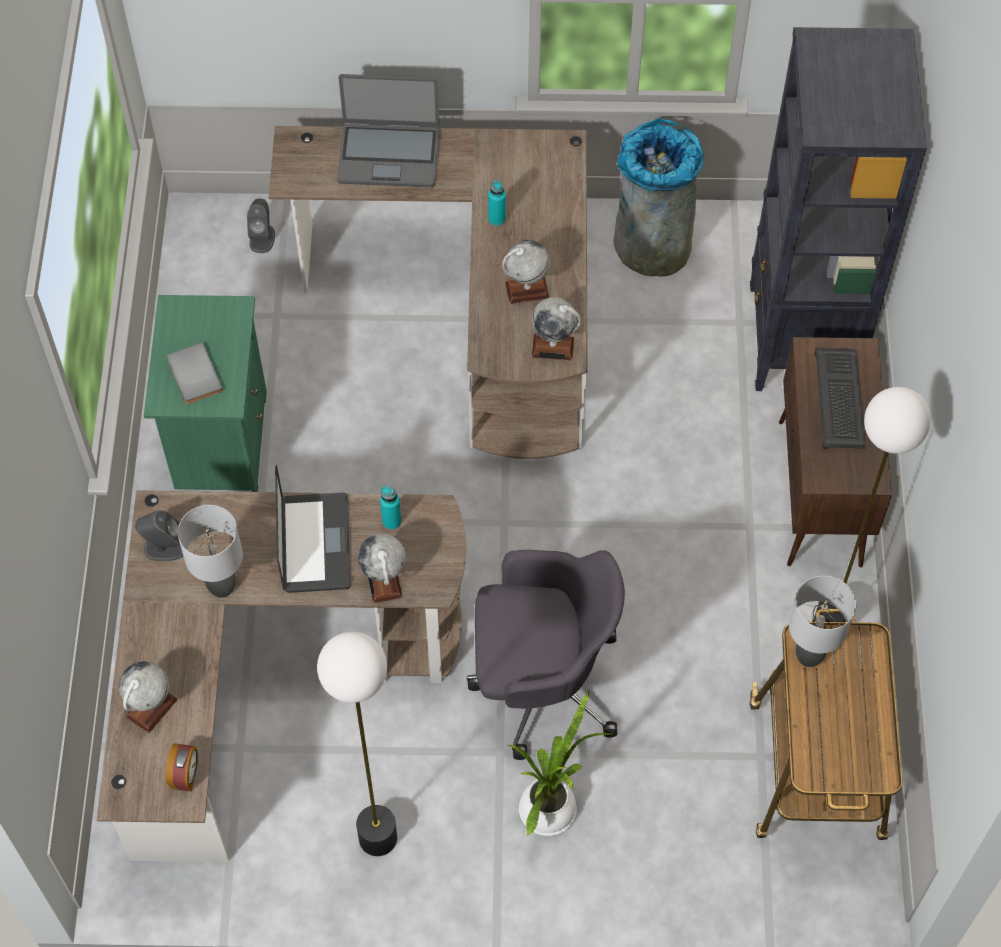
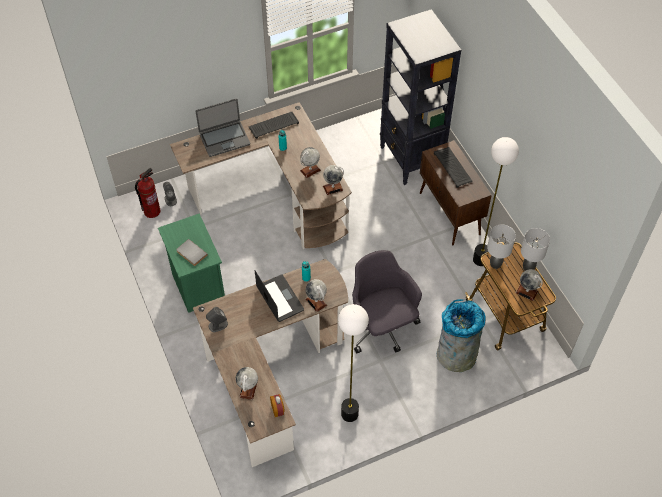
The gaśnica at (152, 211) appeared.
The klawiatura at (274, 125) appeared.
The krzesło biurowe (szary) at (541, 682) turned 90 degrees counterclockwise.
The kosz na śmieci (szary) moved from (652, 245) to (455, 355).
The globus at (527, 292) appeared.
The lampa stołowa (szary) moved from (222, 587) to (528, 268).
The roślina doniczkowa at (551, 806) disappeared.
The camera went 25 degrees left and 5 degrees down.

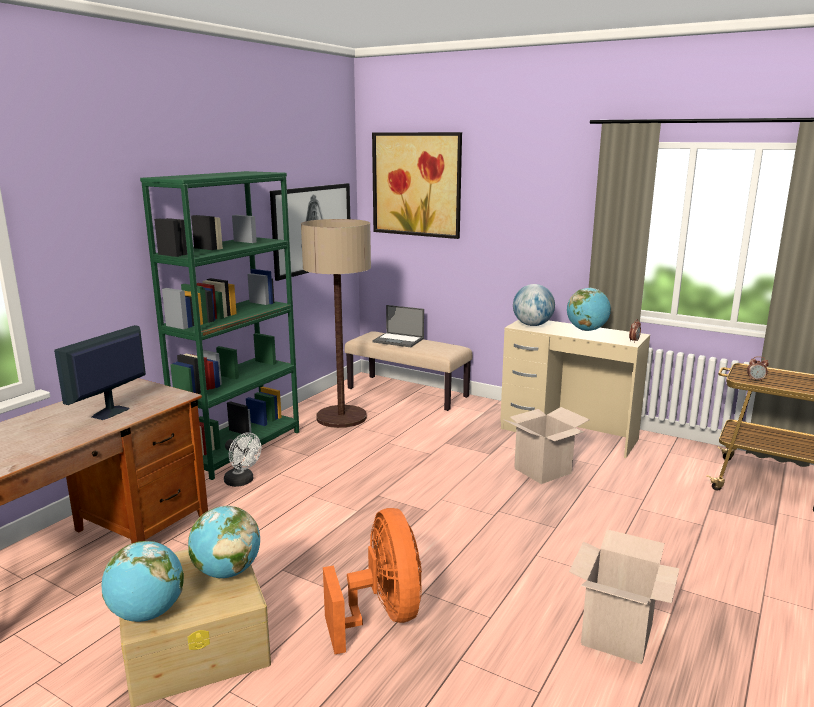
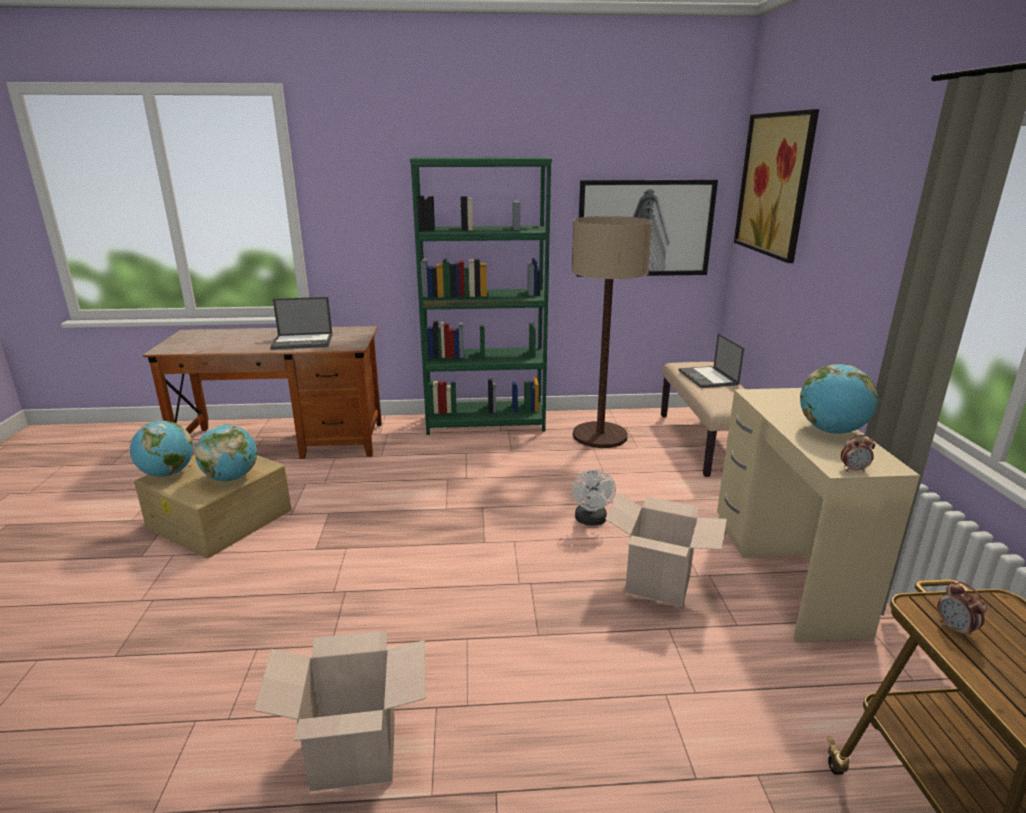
The monitor at (110, 413) was replaced by the laptop at (303, 341).
The wentylator (biały) moved from (242, 482) to (591, 521).
The wentylator (pomarańczowy) at (382, 615) disappeared.
The globus at (532, 325) disappeared.
The camera went 55 degrees right and 5 degrees up.

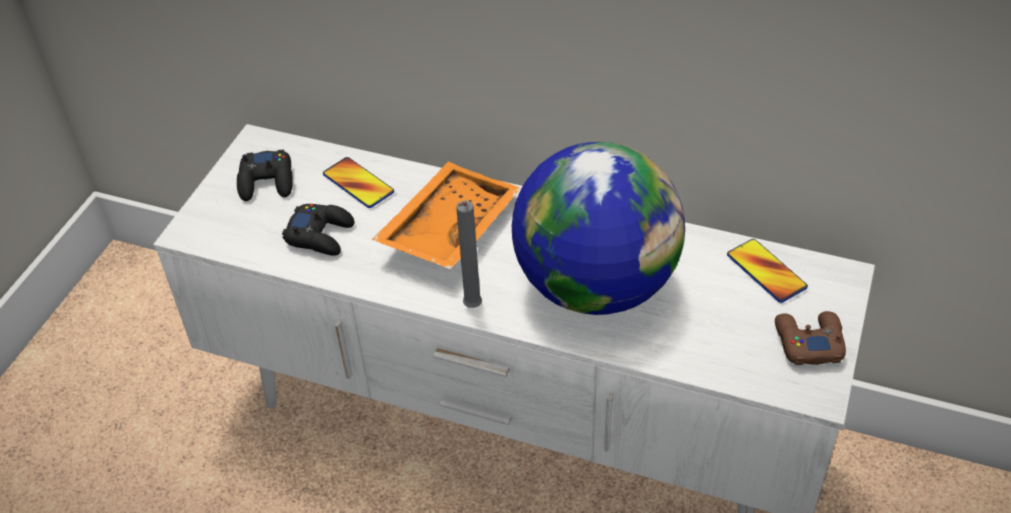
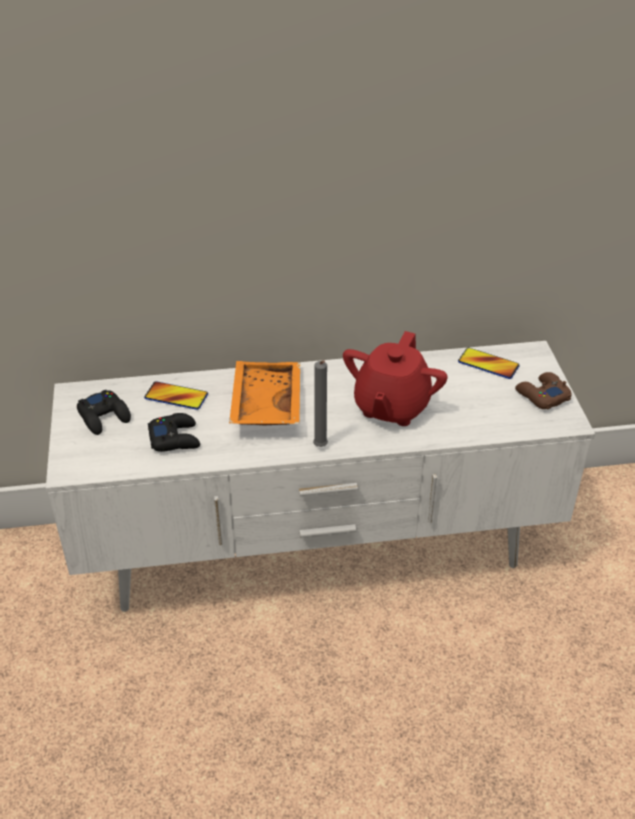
The globus at (596, 285) was replaced by the imbryk (czerwony) at (391, 407).
The camera went 30 degrees left and 5 degrees down.

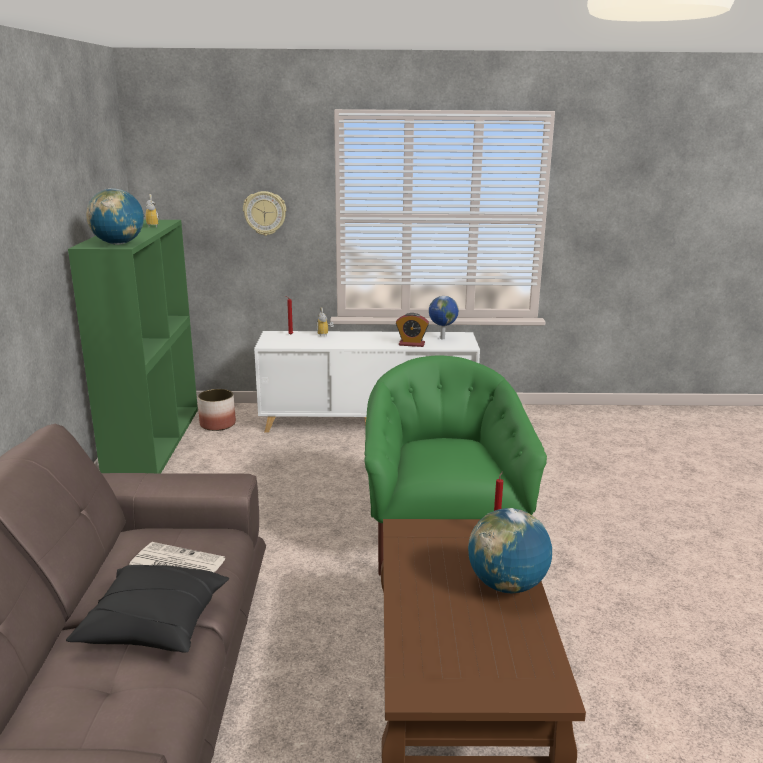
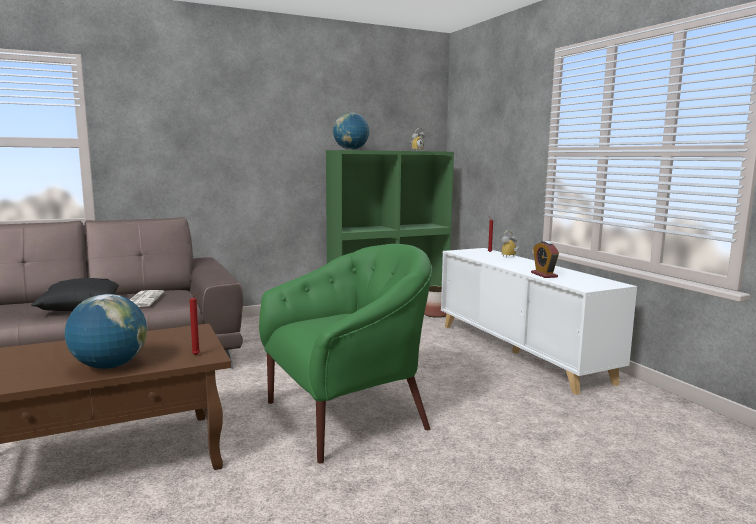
The zegar ścienny at (265, 213) disappeared.
The globus at (441, 338) disappeared.
The camera went 65 degrees right and 10 degrees down.

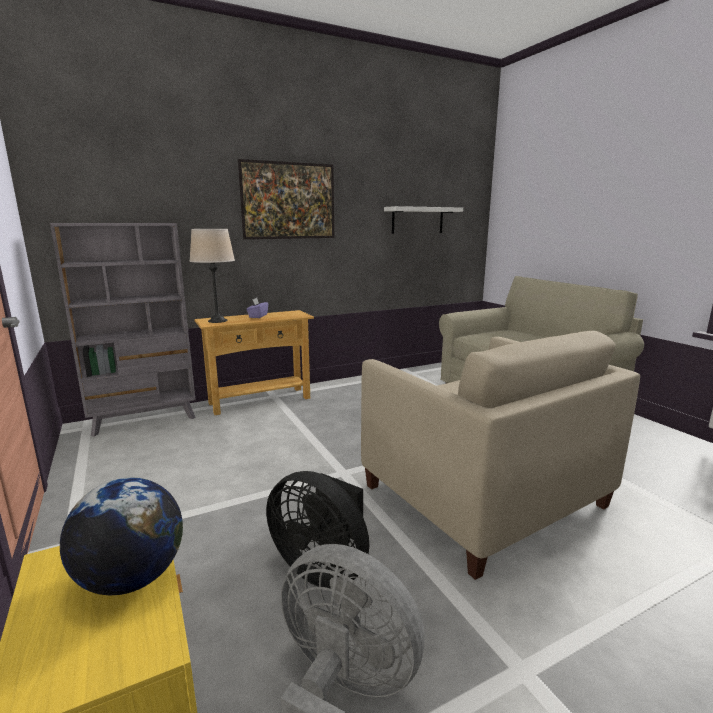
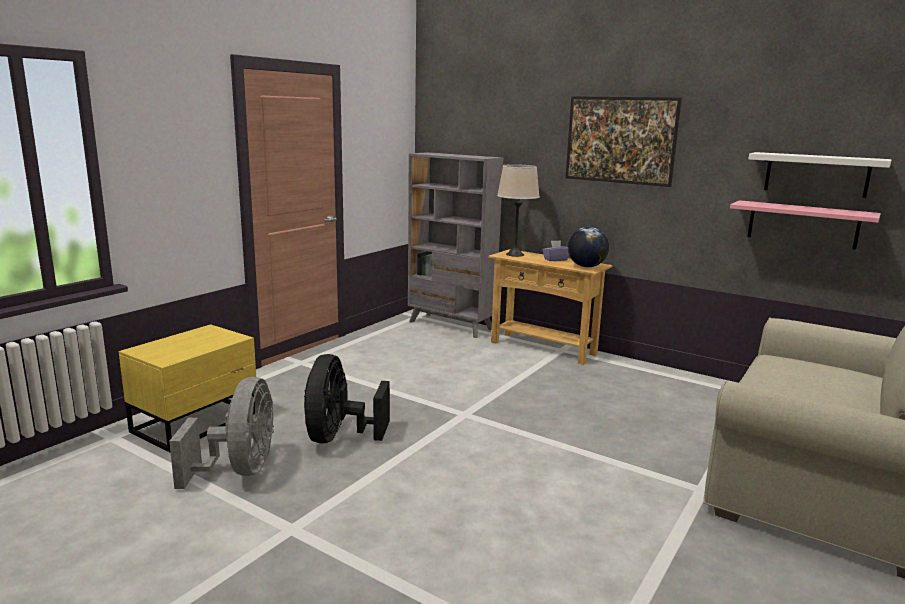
The globus moved from (131, 578) to (586, 266).
The półka (różowy) at (802, 224) appeared.
The fotel (beżowy) at (482, 495) disappeared.
The camera went 60 degrees right and 0 degrees up.

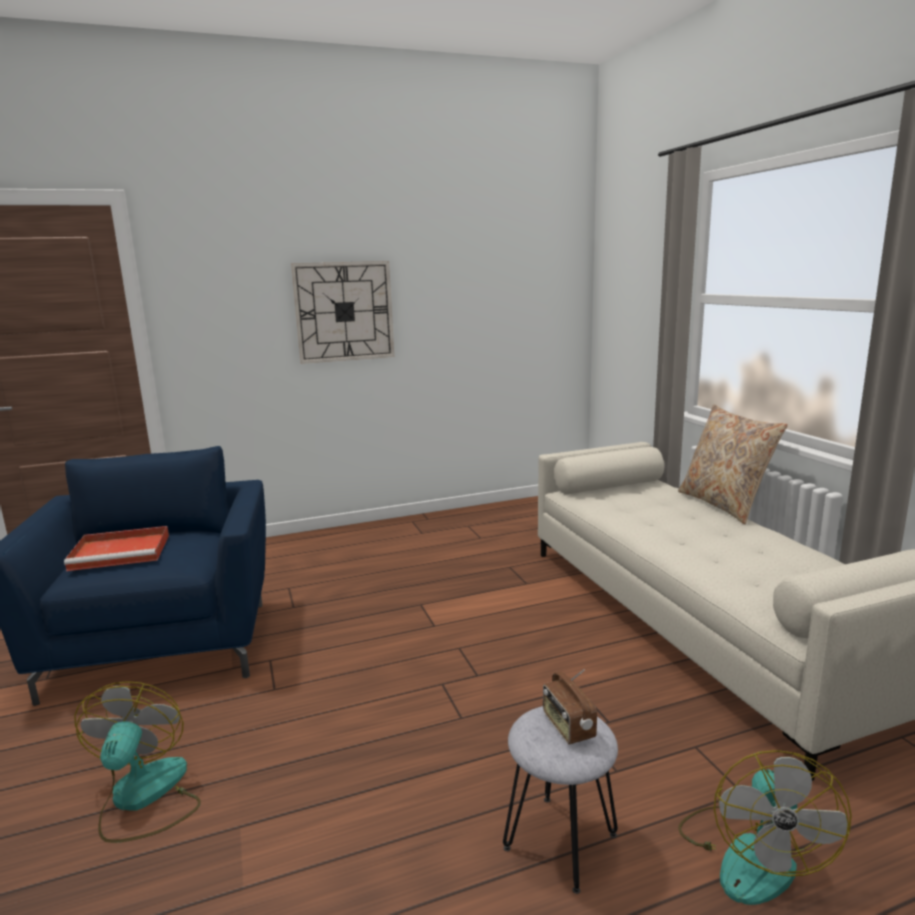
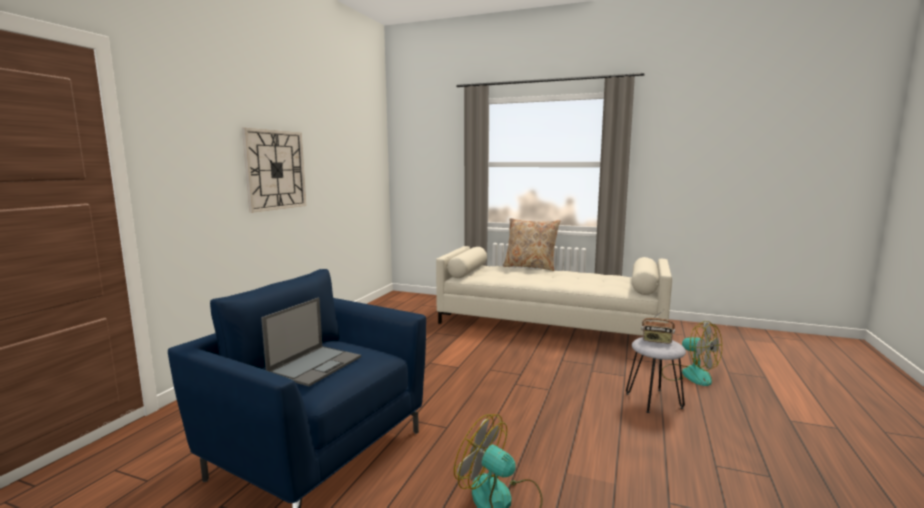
The taca (czerwony) at (122, 551) was replaced by the laptop at (315, 365).
The camera went 50 degrees left and 5 degrees down.

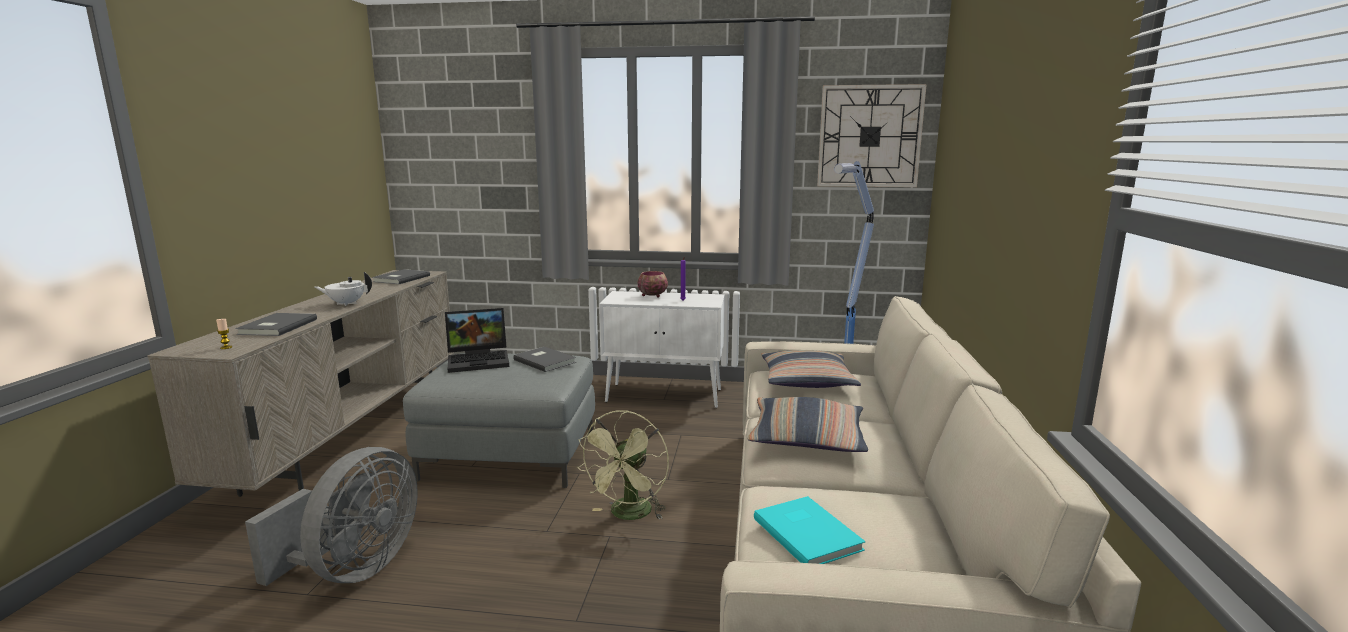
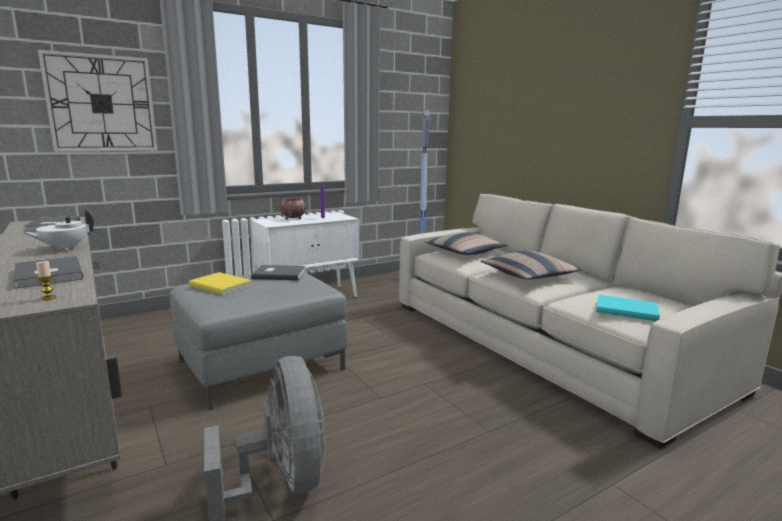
The zegar ścienny moved from (869, 136) to (101, 103).
The laptop at (480, 360) was replaced by the książka (żółty) at (221, 285).
The wentylator (zielony) at (628, 515) disappeared.
The camera went 40 degrees left and 0 degrees up.

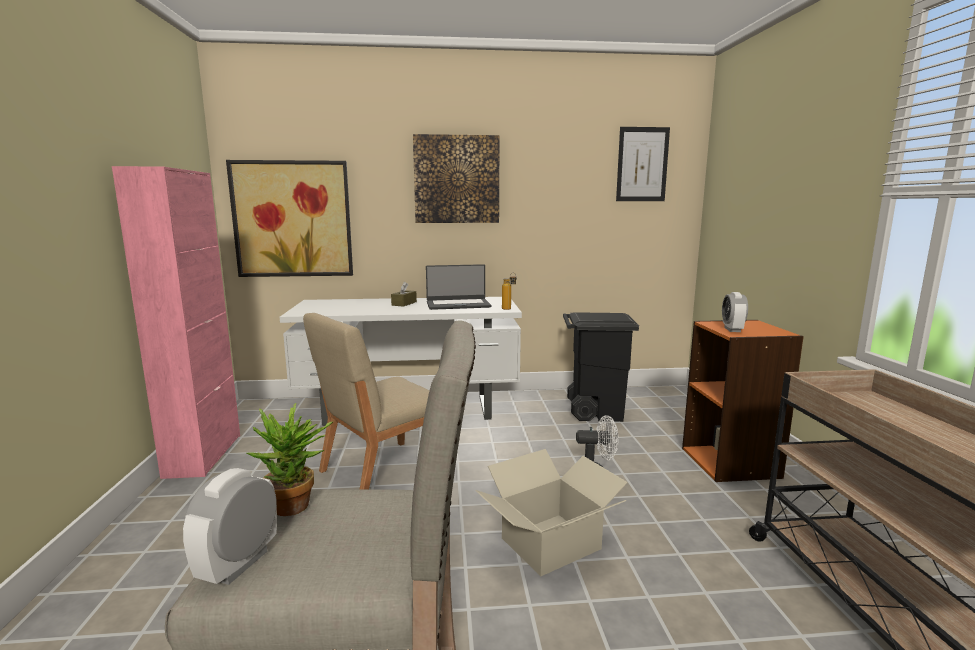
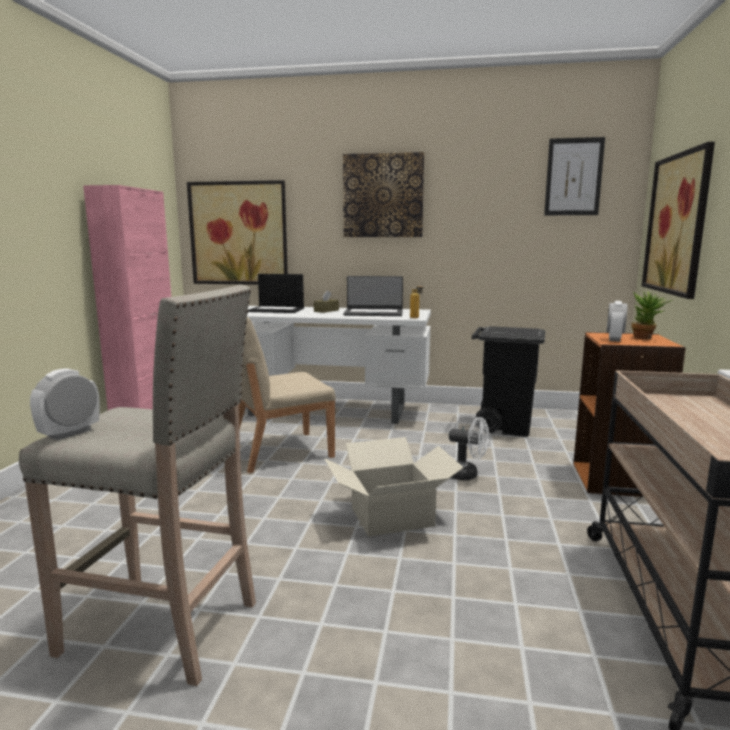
The laptop at (277, 310) appeared.
The roślina doniczkowa moved from (296, 508) to (646, 338).
The obraz at (677, 224) appeared.
The camera went 15 degrees right and 0 degrees up.

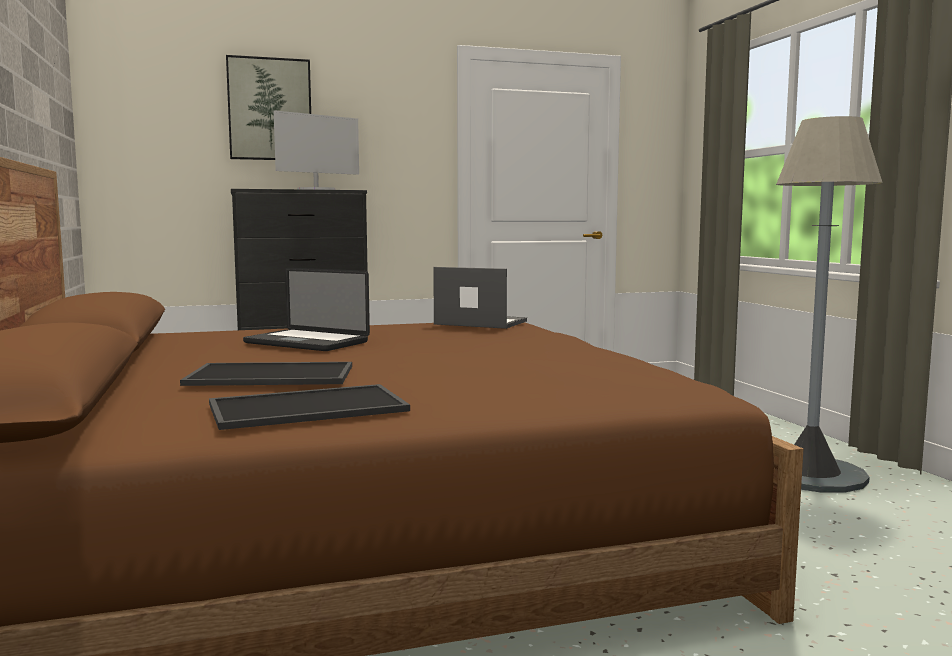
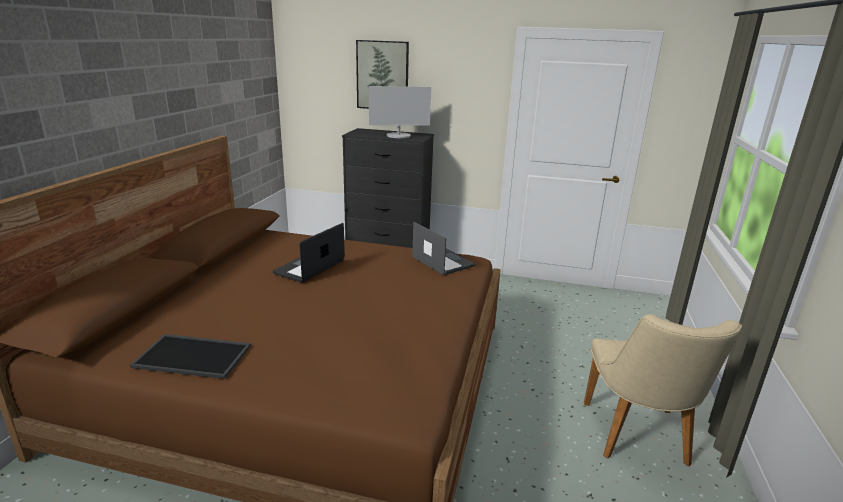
The laptop at (306, 342) turned 60 degrees clockwise.
The lampa stojąca (szary) at (810, 474) was replaced by the krzesło (beżowy) at (638, 439).
The taca at (269, 376) disappeared.
The camera went 30 degrees right and 15 degrees up.

